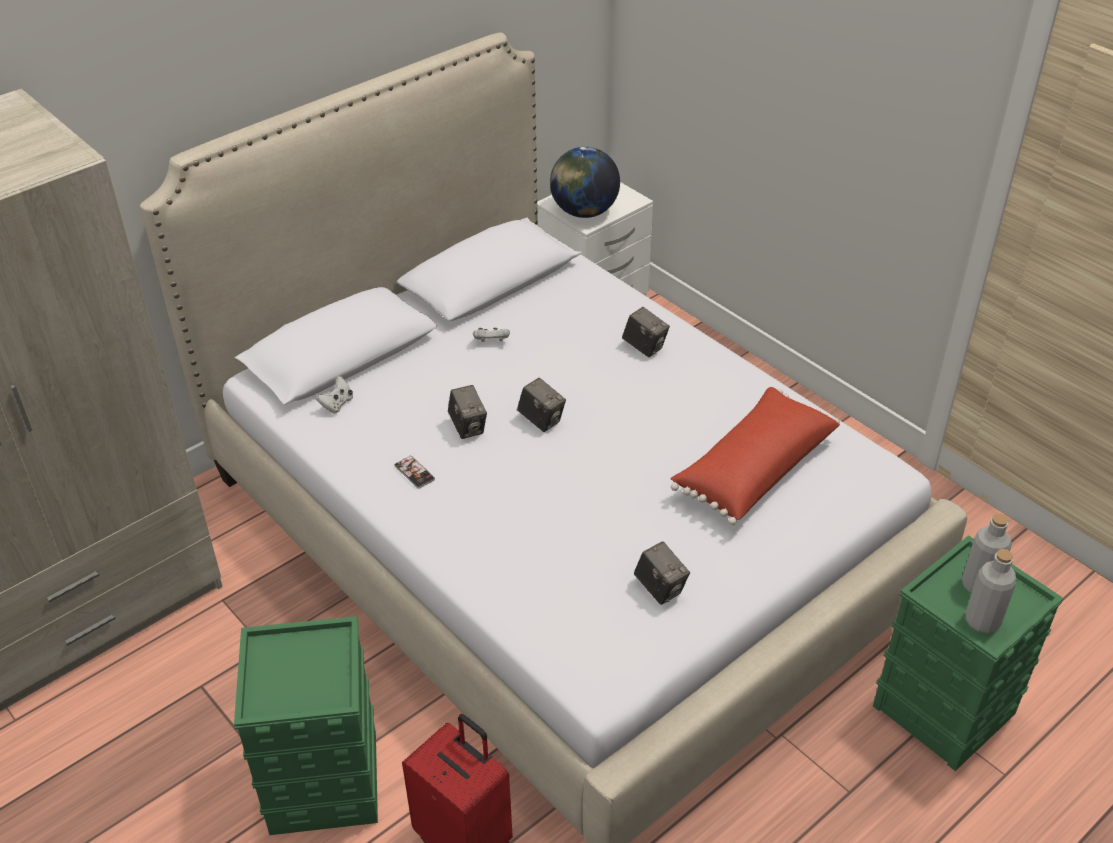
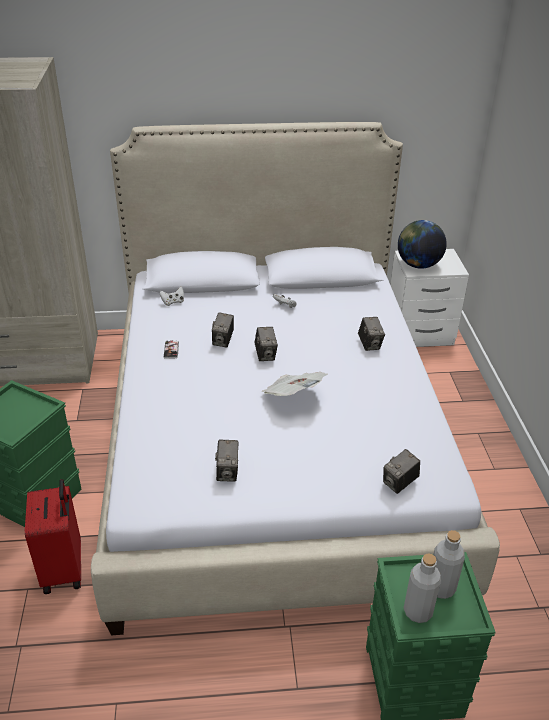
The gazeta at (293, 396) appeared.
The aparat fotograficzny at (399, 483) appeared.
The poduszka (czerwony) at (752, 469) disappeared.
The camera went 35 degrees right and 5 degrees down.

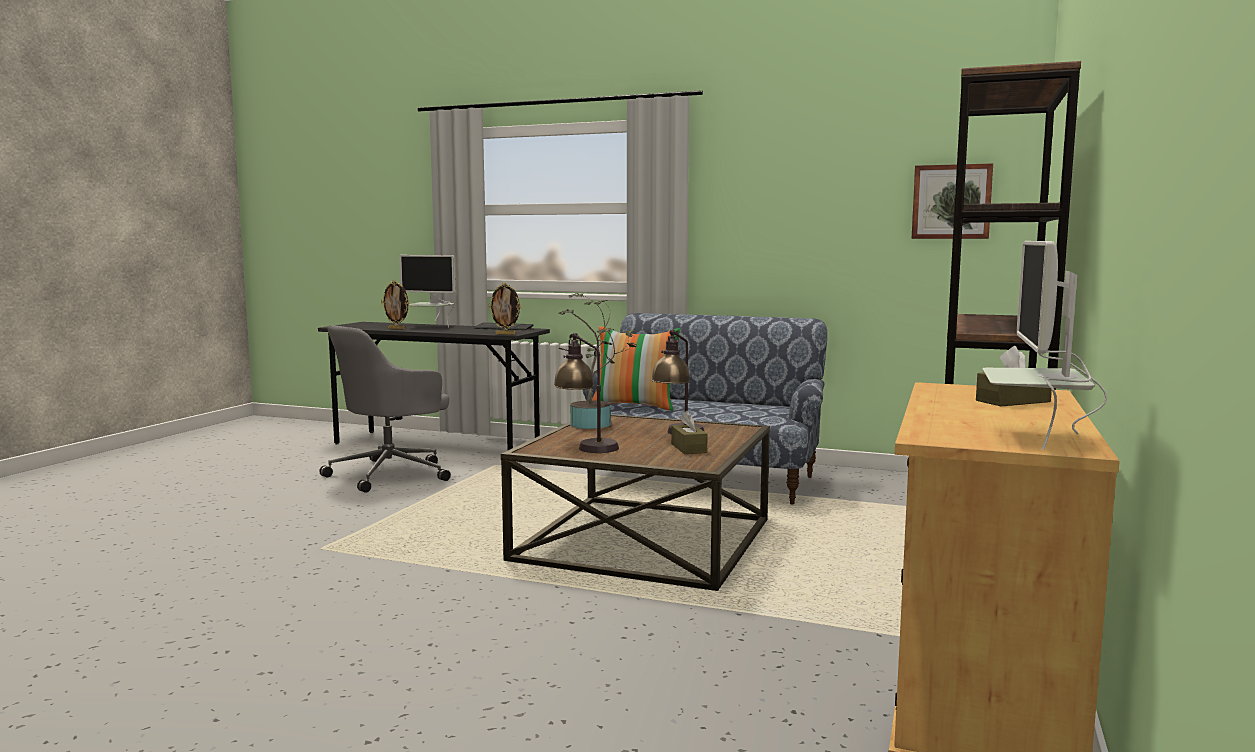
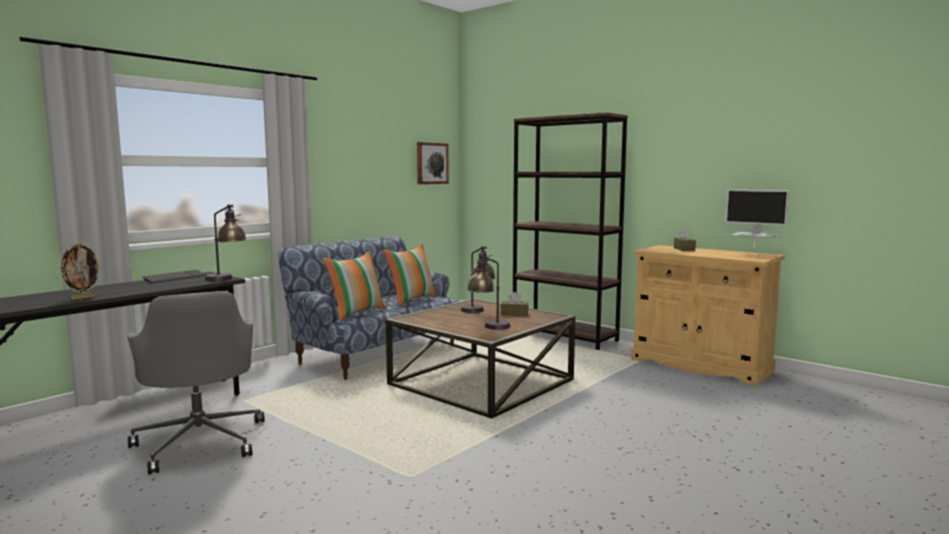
The ramka na zdjęcie at (505, 334) was replaced by the lampa stołowa at (226, 279).
The poduszka at (411, 299) appeared.
The monitor at (431, 326) disappeared.
The roślina doniczkowa at (595, 424) disappeared.
The camera went 70 degrees left and 0 degrees up.

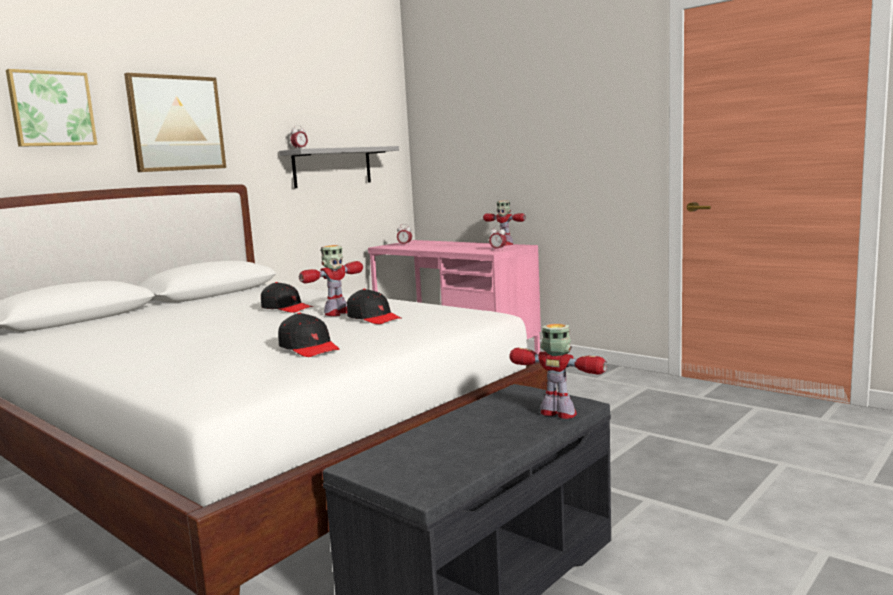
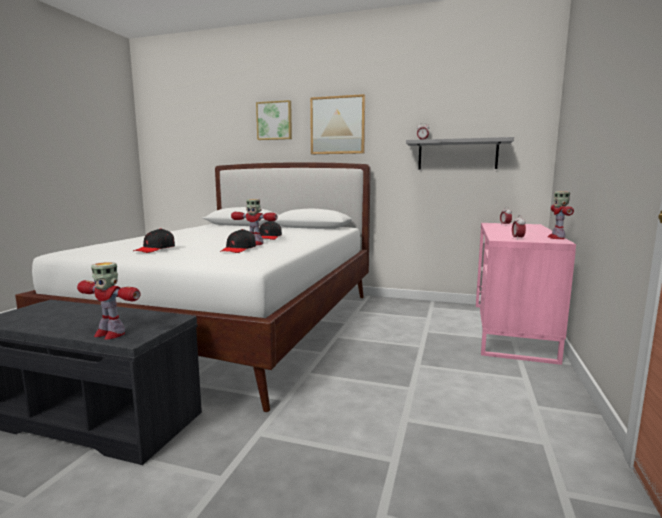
The robot zabawkowy at (559, 413) turned 105 degrees clockwise.
The camera went 65 degrees right and 0 degrees up.

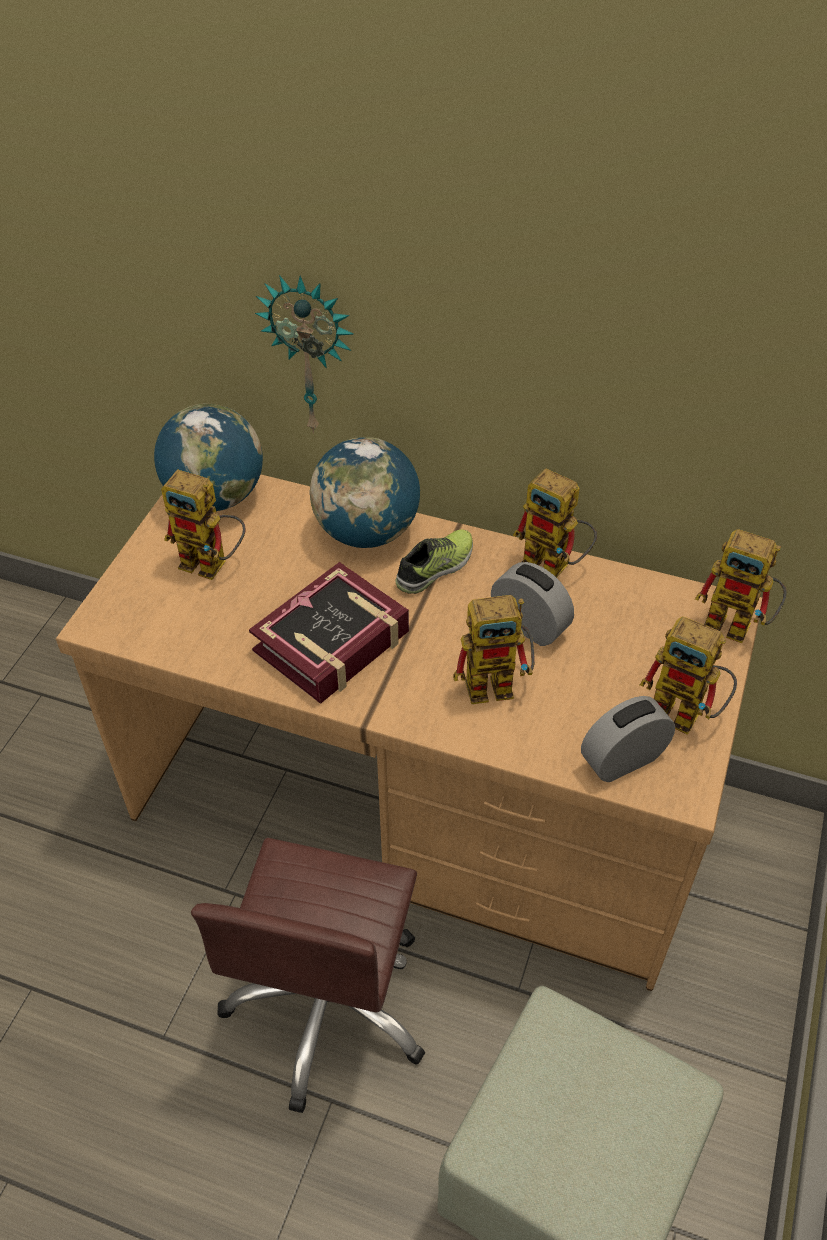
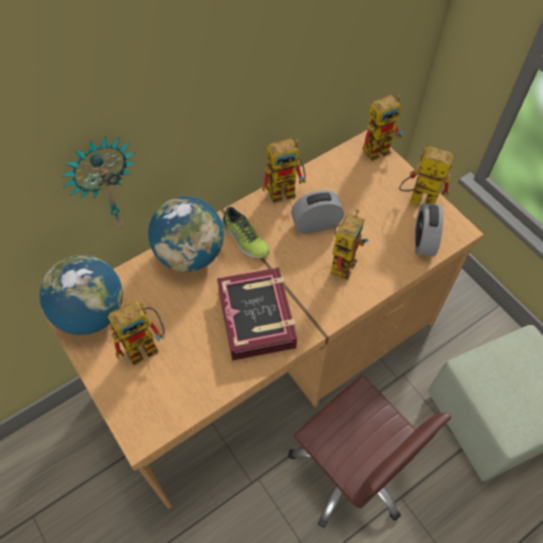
The but at (436, 568) turned 150 degrees clockwise.
The robot zabawkowy at (686, 715) turned 135 degrees counterclockwise.
The camera went 55 degrees left and 10 degrees up.

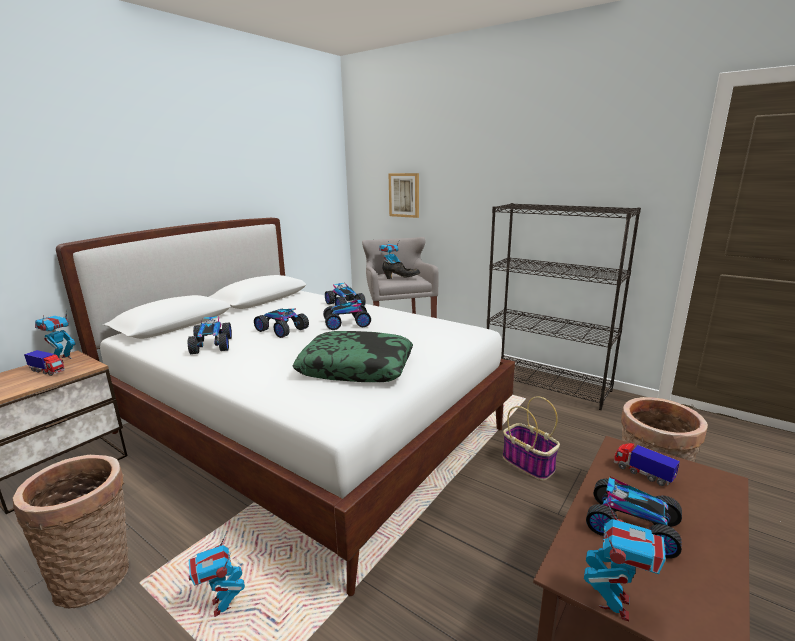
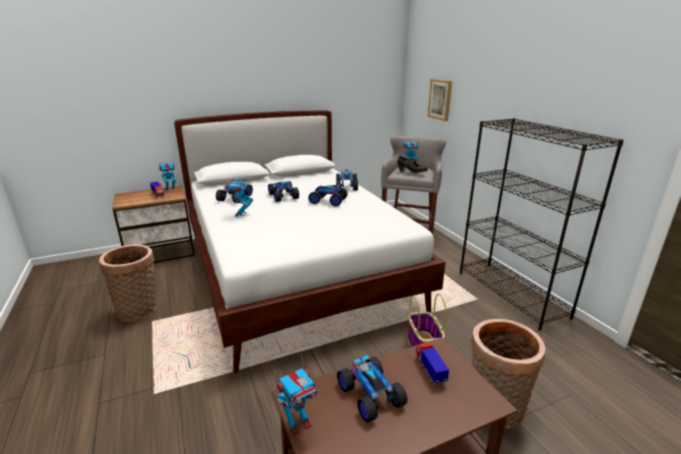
The robot zabawkowy moved from (222, 605) to (240, 214).
The poduszka at (356, 367) disappeared.
The camera went 30 degrees right and 5 degrees up.

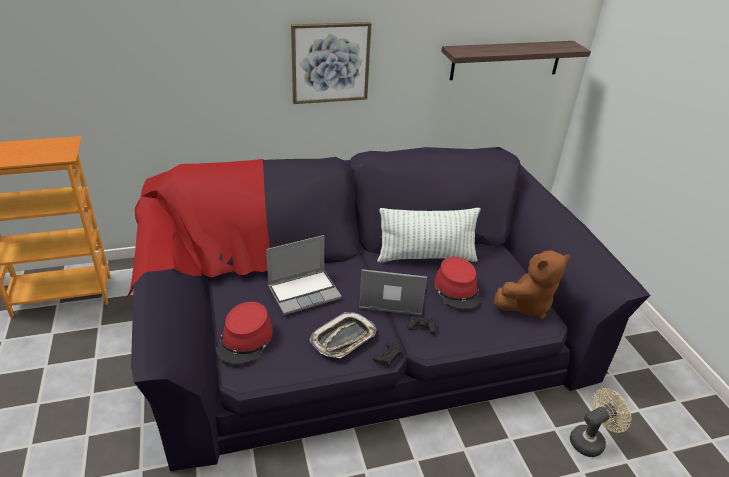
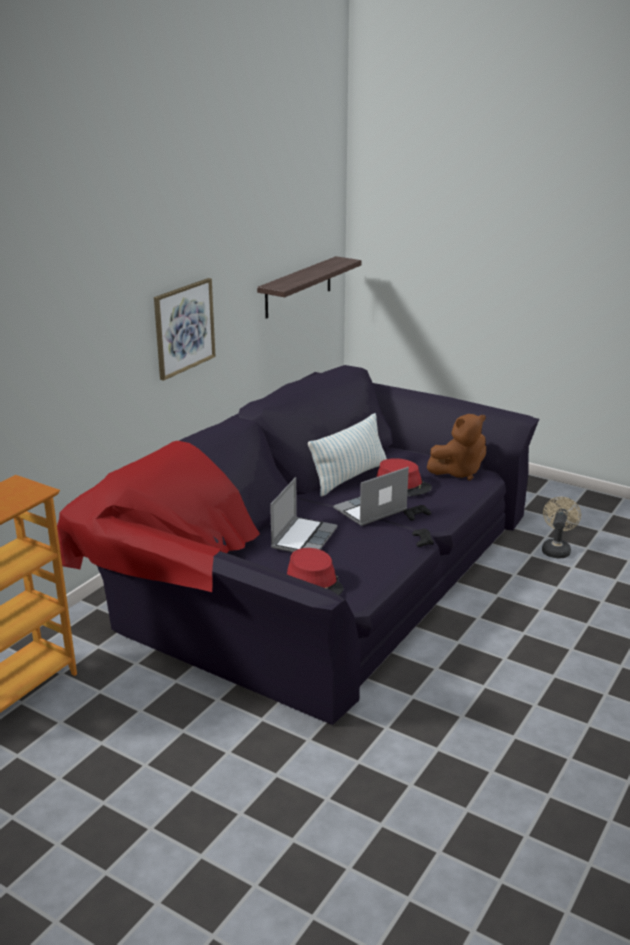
The pluszak (brązowy) at (526, 305) turned 45 degrees clockwise.
The taca at (343, 339) disappeared.
The camera went 40 degrees left and 10 degrees down.

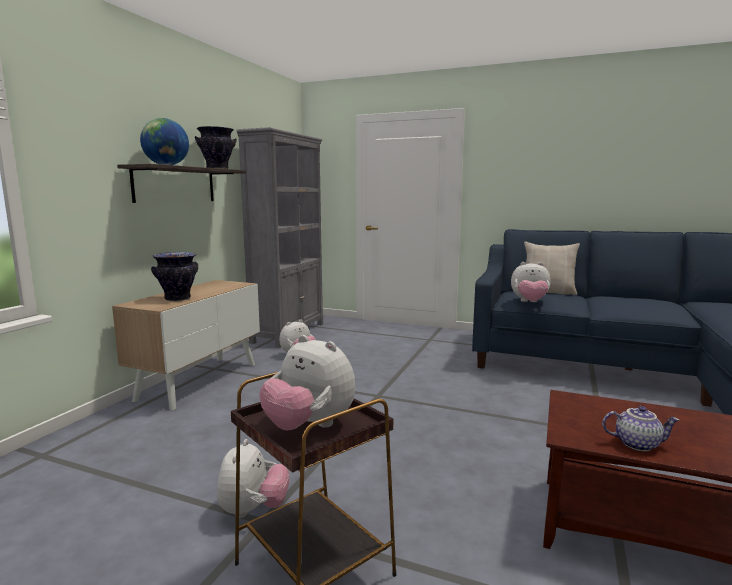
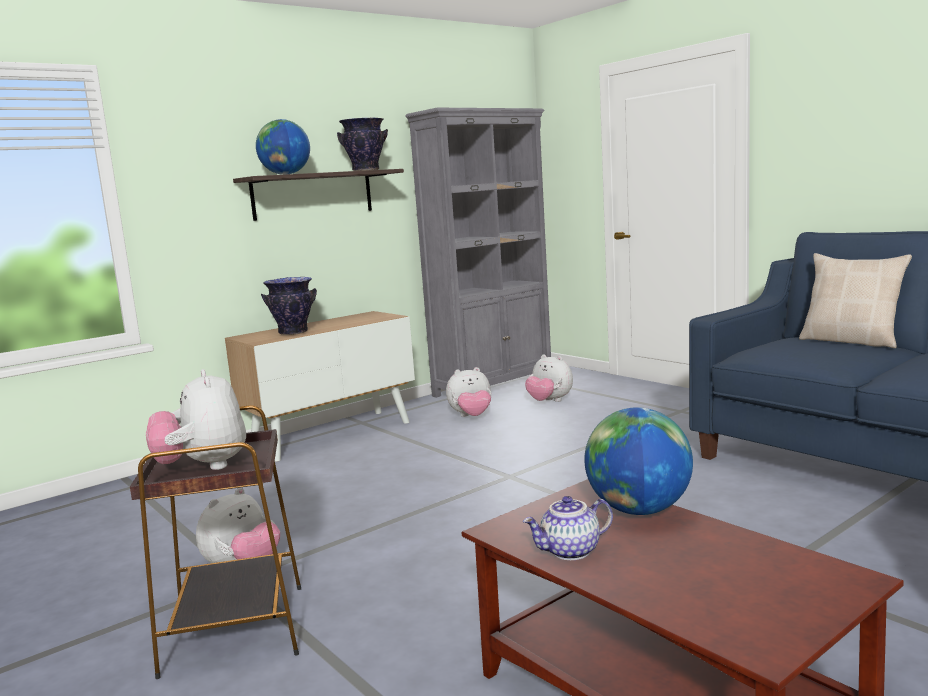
The imbryk at (637, 444) turned 120 degrees clockwise.
The pluszak moved from (529, 302) to (549, 401).
The globus at (638, 510) appeared.
The camera went 30 degrees right and 0 degrees up.

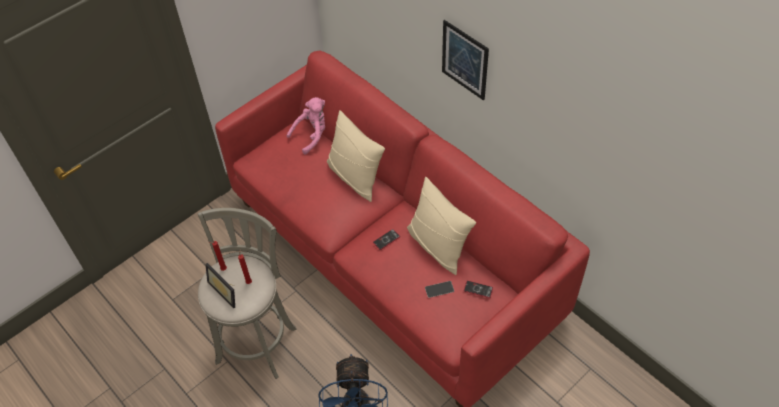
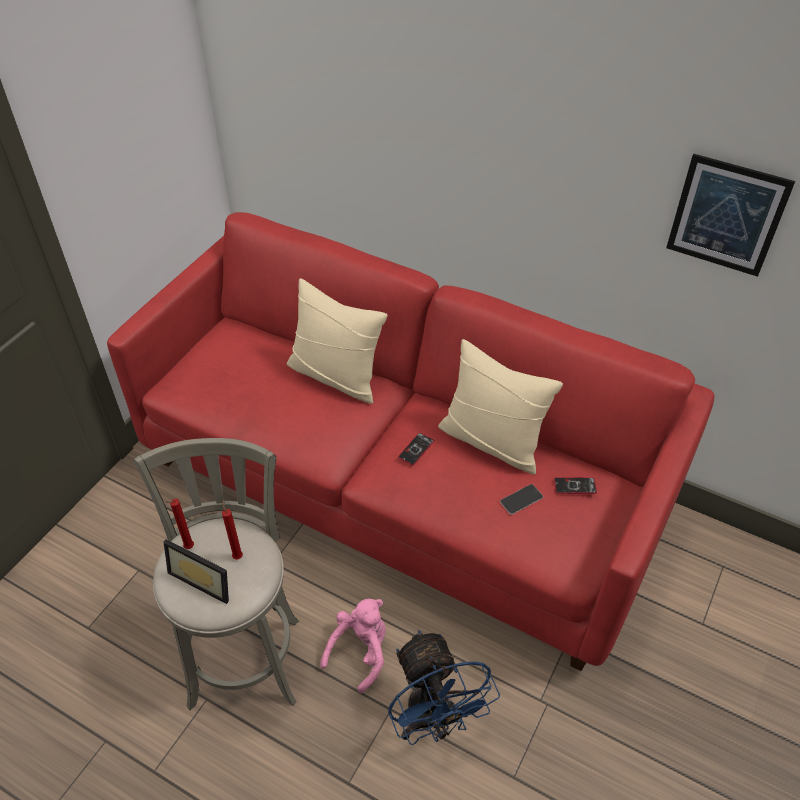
The pluszak (różowy) moved from (313, 135) to (360, 652).
The obraz moved from (464, 60) to (726, 216).
The camera went 20 degrees left and 5 degrees down.

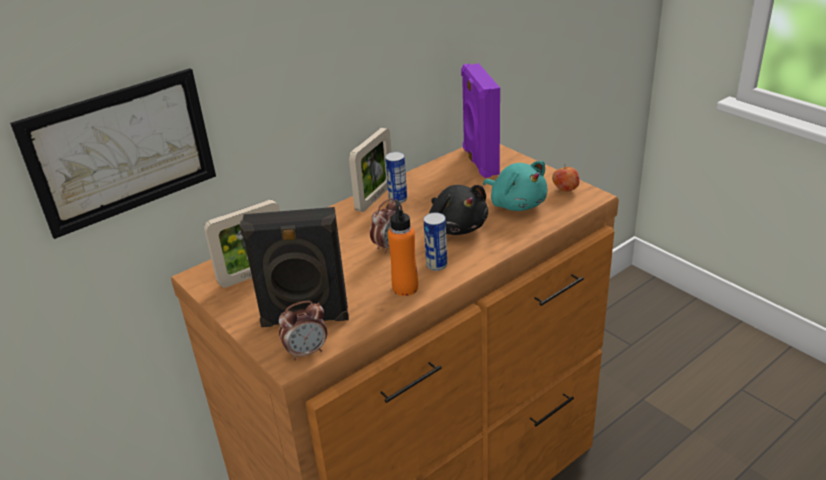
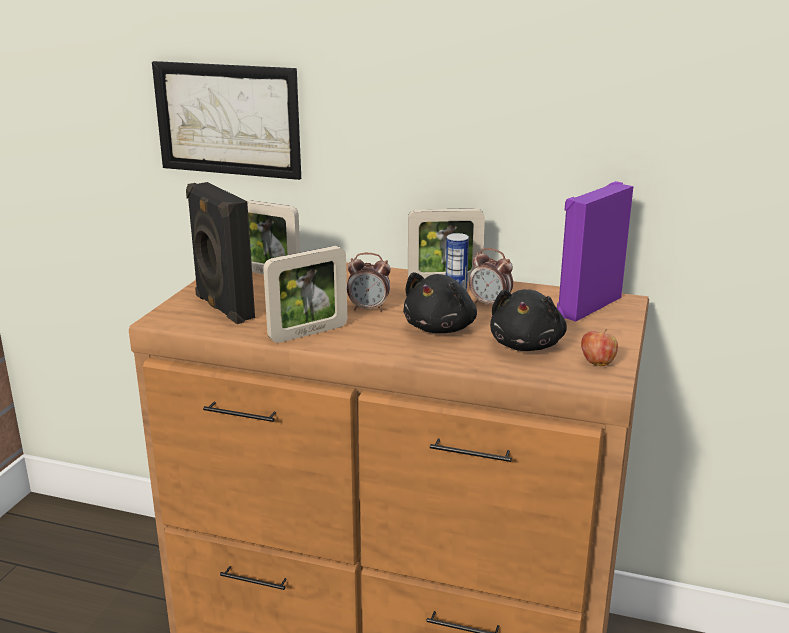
The butelka (pomarańczowy) at (405, 288) was replaced by the ramka na zdjęcie at (308, 333).
The budzik moved from (307, 352) to (490, 304).
The pluszak (turkusowy) at (516, 204) became the pluszak (czarny) at (527, 345).
The puszka at (436, 265) disappeared.
The camera went 55 degrees right and 10 degrees down.

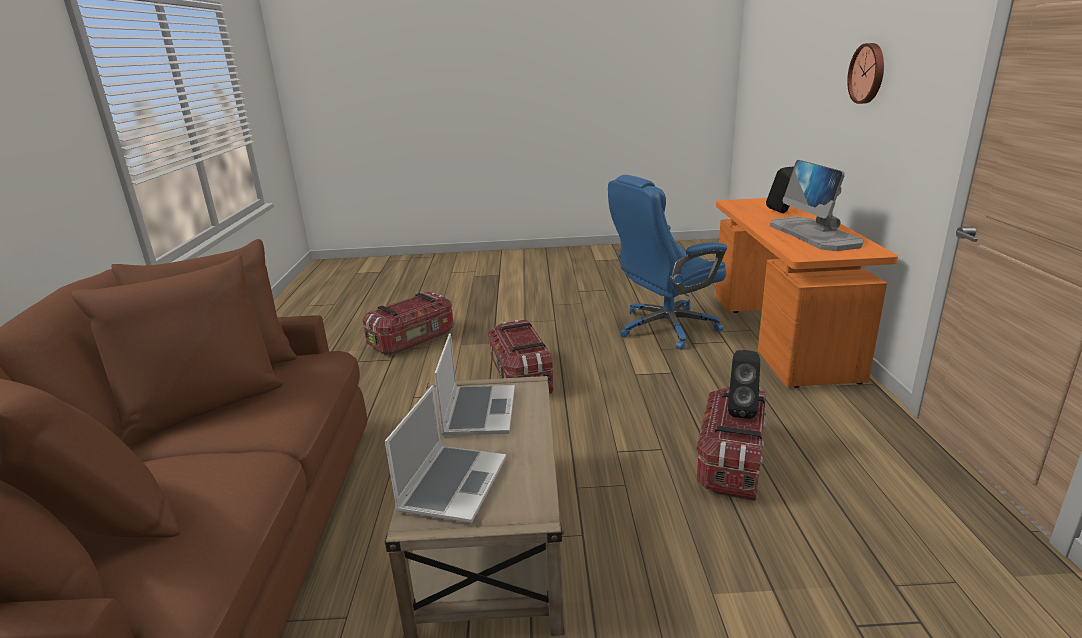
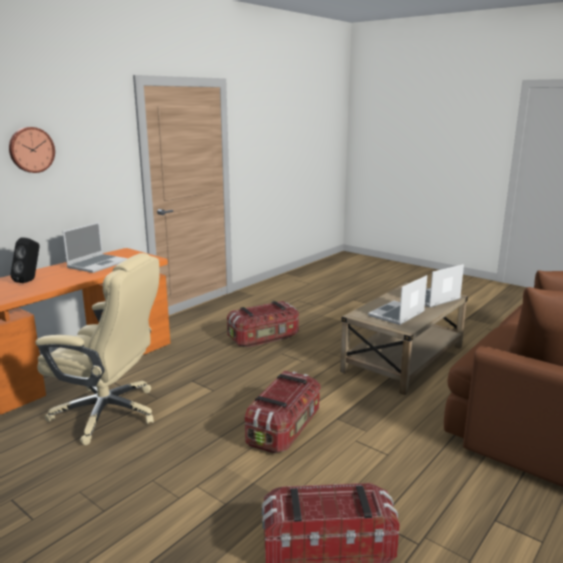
The krzesło biurowe (niebieski) at (665, 328) became the krzesło biurowe (beżowy) at (109, 413).
The monitor at (814, 235) was replaced by the laptop at (97, 264).
The głośnik (czarny) at (741, 410) disappeared.
The camera went 140 degrees left and 5 degrees down.

